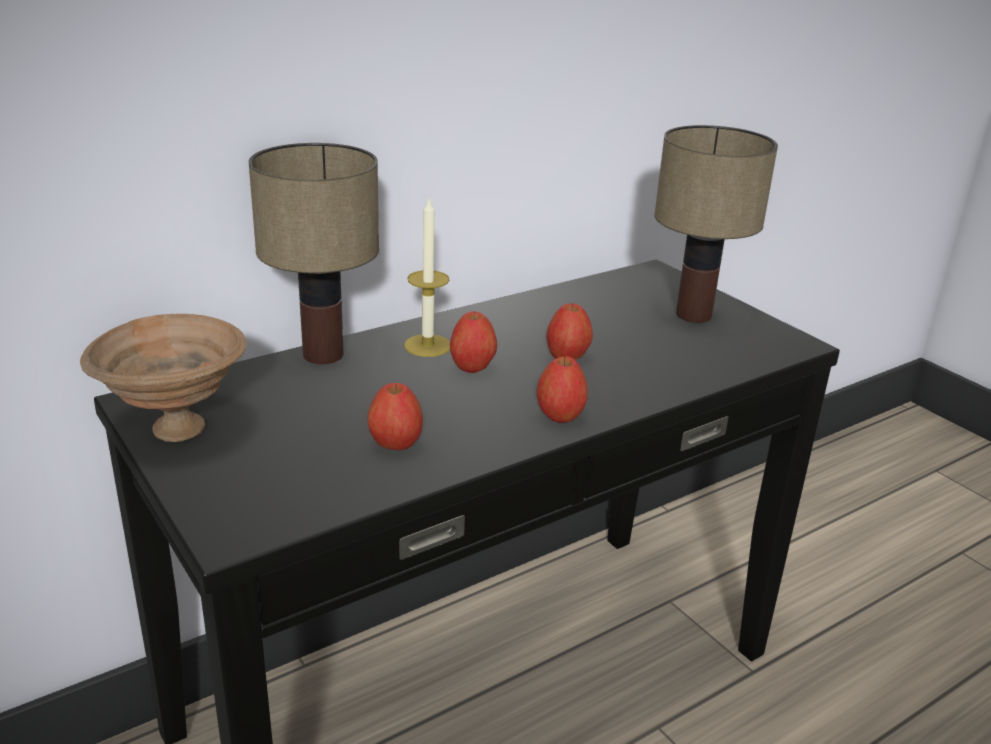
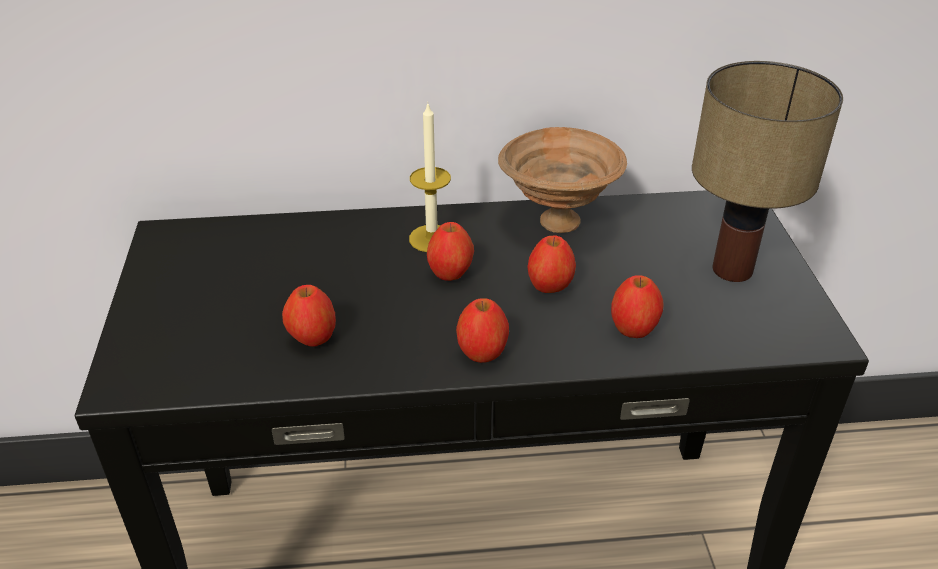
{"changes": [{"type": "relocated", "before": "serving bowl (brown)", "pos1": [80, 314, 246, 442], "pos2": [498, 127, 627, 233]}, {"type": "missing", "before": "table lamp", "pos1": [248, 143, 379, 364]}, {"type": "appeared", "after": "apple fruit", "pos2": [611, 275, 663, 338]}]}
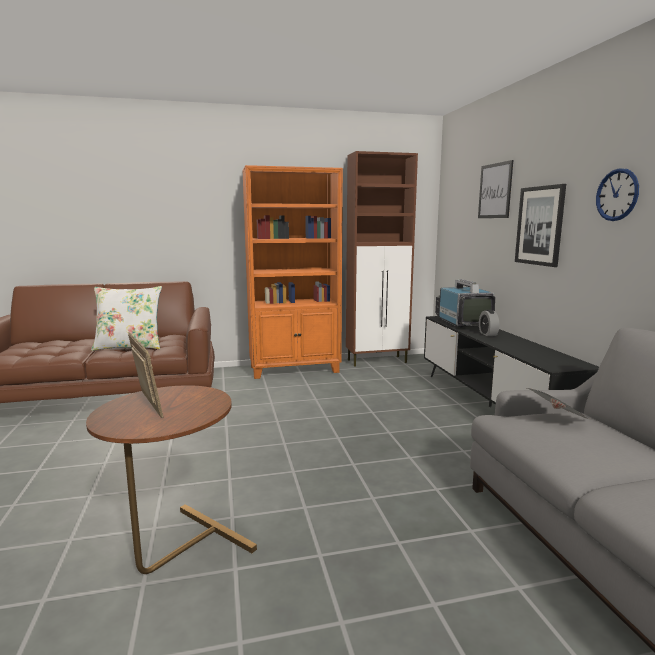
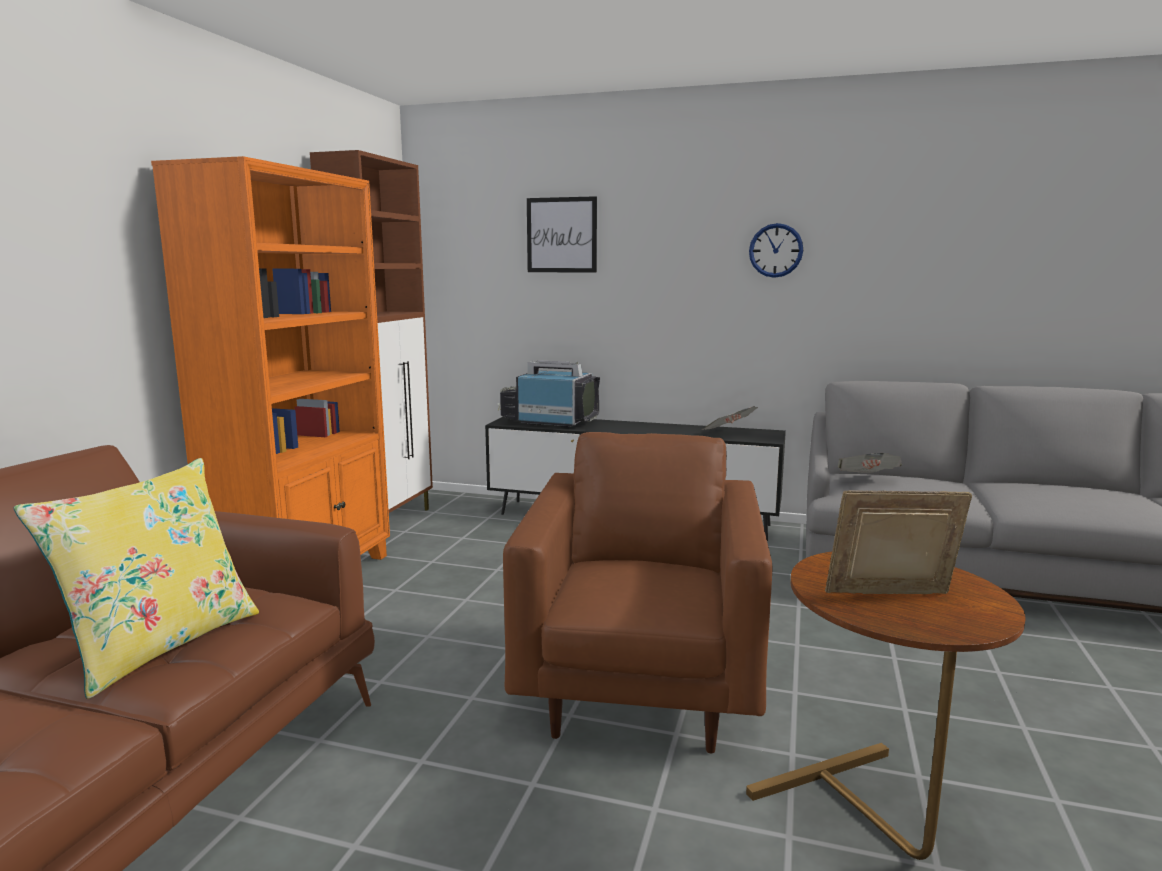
{"changes": [{"type": "colour", "before": "pillow (whitish)", "after": "pillow (yellow)", "pos1": [91, 286, 162, 351], "pos2": [14, 458, 259, 699]}, {"type": "missing", "before": "bedside clock", "pos1": [479, 310, 499, 336]}, {"type": "missing", "before": "wall art", "pos1": [515, 184, 566, 267]}, {"type": "appeared", "after": "lounge chair (brown)", "pos2": [503, 432, 772, 753]}, {"type": "appeared", "after": "printed paper", "pos2": [701, 406, 758, 430]}]}
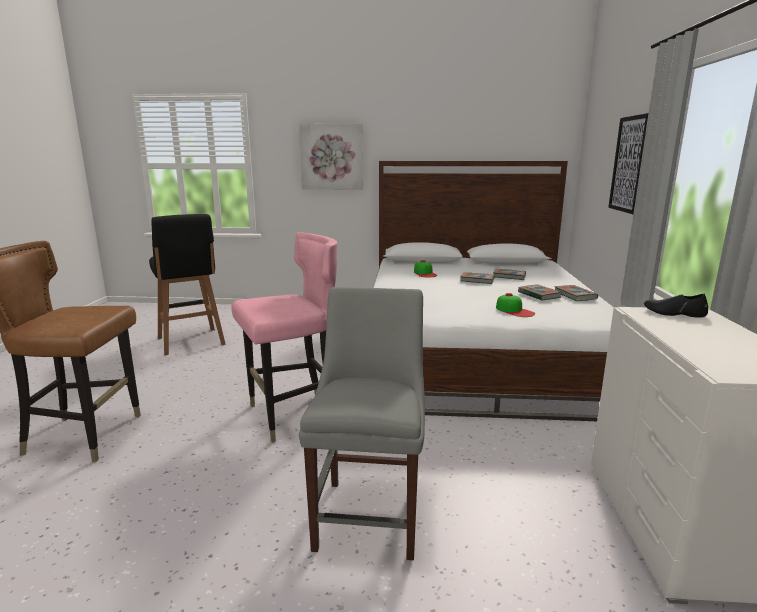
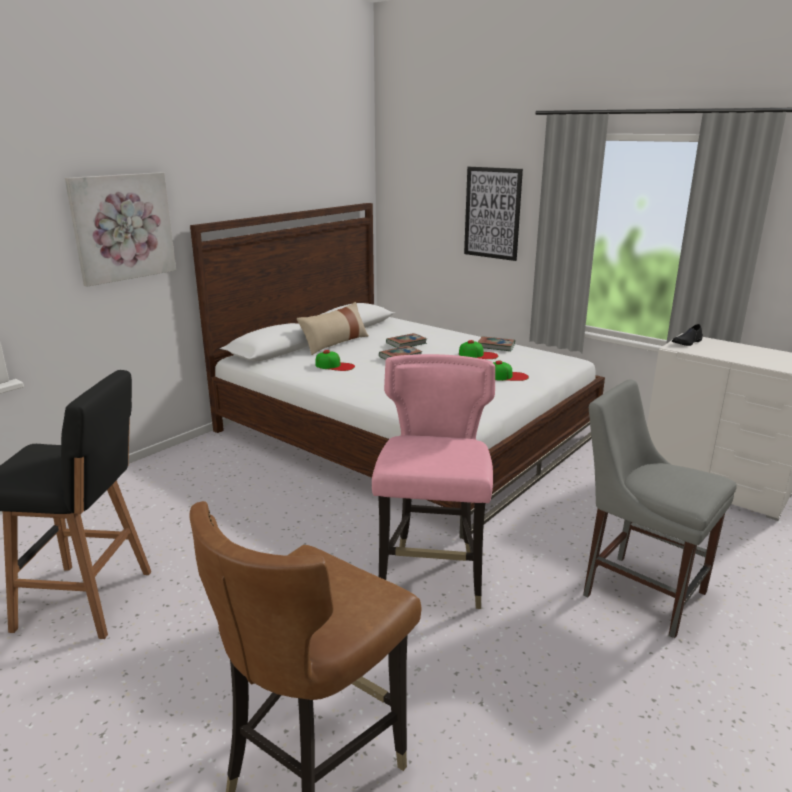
{"changes": [{"type": "exchanged", "before": "book", "after": "cap", "pos1": [518, 284, 562, 301], "pos2": [459, 340, 498, 359]}, {"type": "appeared", "after": "pillow (beige)", "pos2": [297, 302, 369, 355]}]}
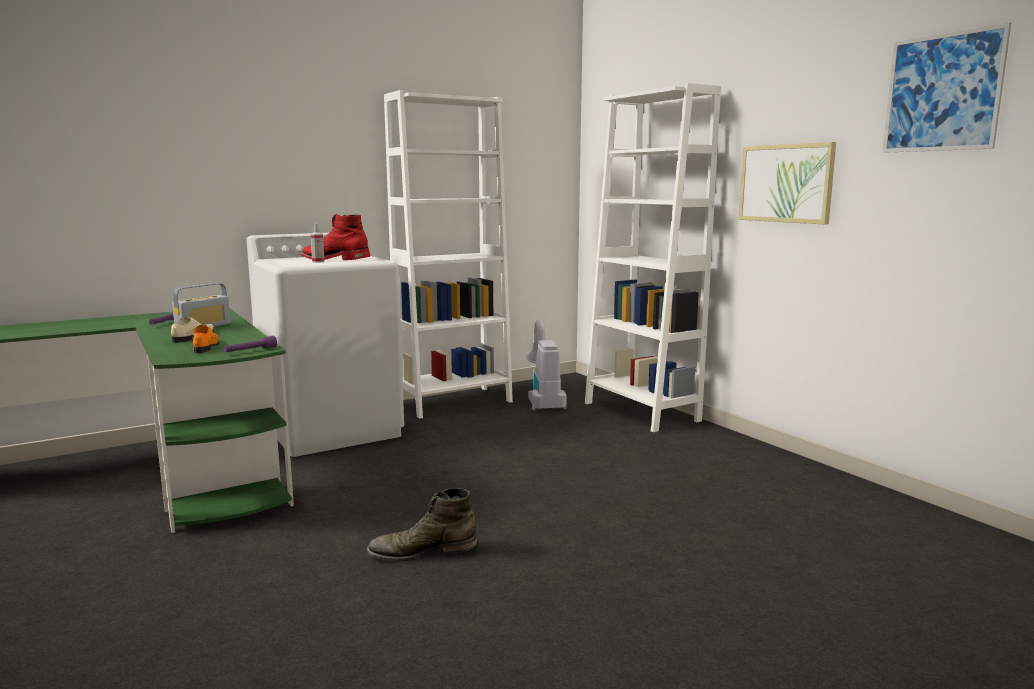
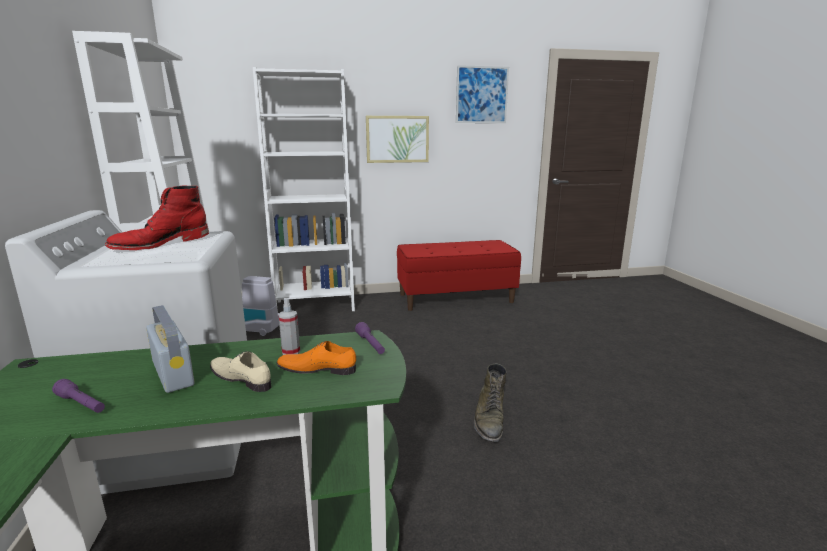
{"changes": [{"type": "relocated", "before": "hand sprayer", "pos1": [310, 223, 324, 263], "pos2": [278, 298, 300, 355]}, {"type": "appeared", "after": "bench (red)", "pos2": [397, 240, 521, 311]}]}
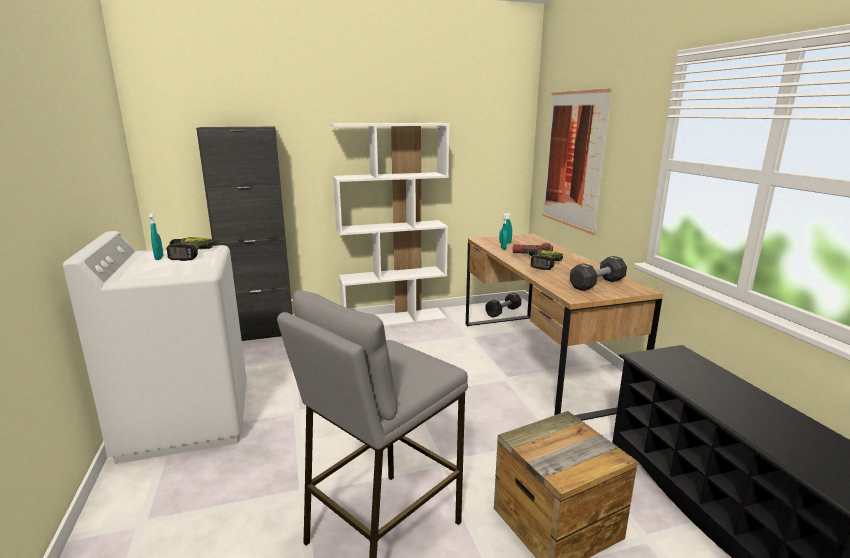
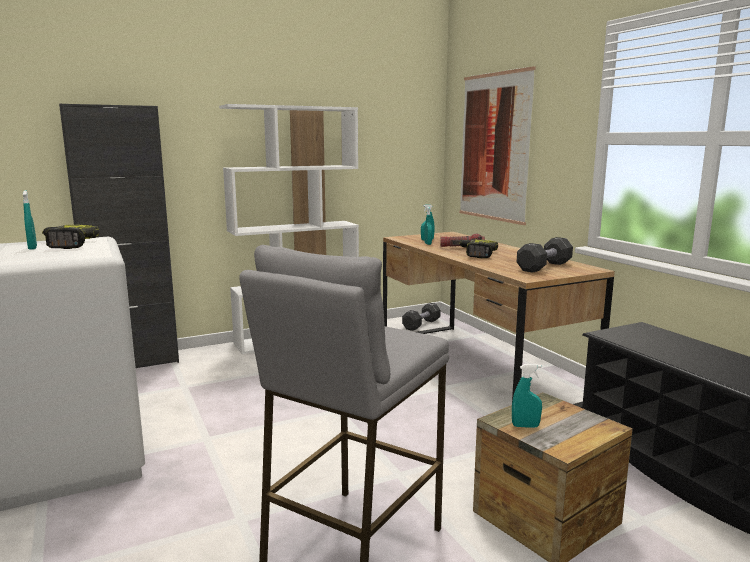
{"changes": [{"type": "appeared", "after": "hand sprayer (turquoise)", "pos2": [512, 364, 542, 428]}]}
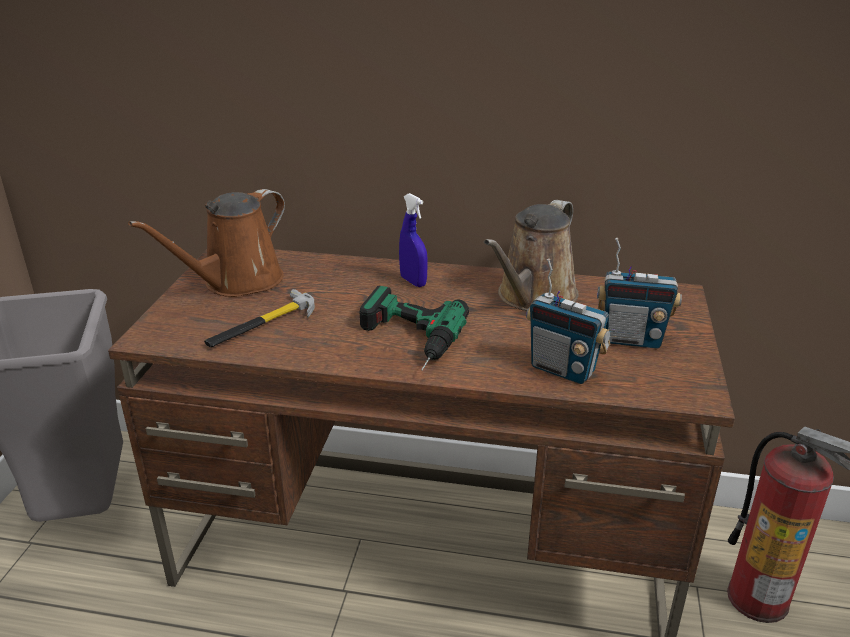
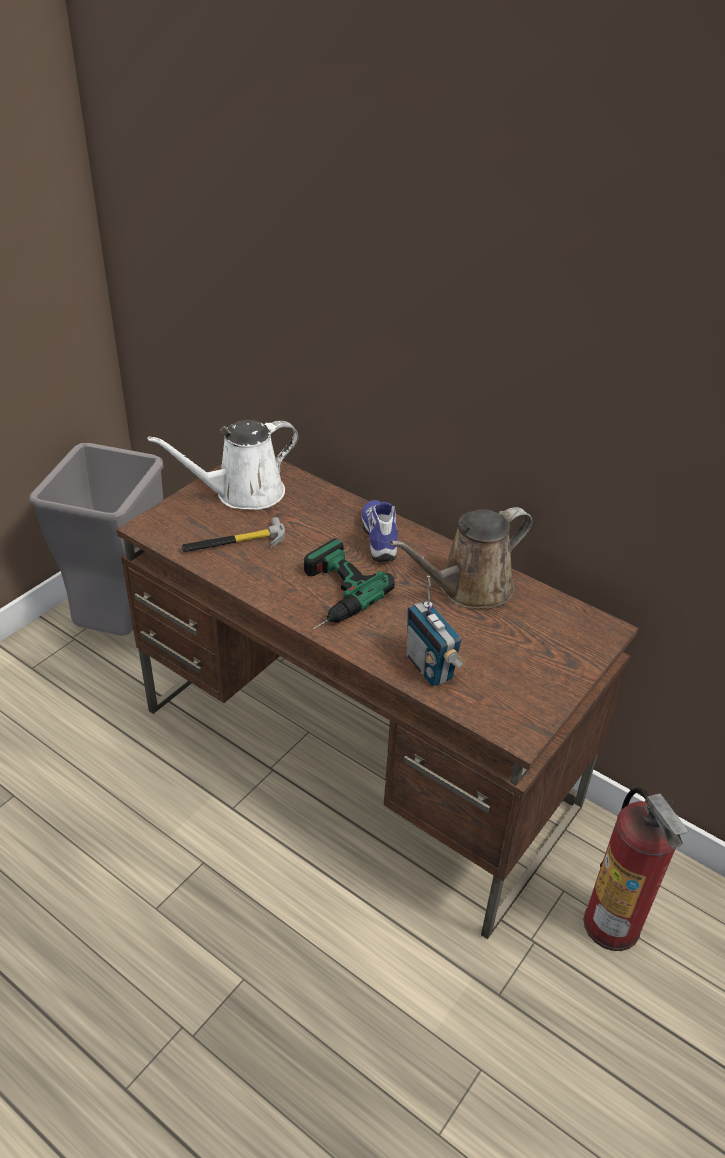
{"changes": [{"type": "colour", "before": "watering can (brown)", "after": "watering can (whitish)", "pos1": [128, 189, 285, 297], "pos2": [148, 420, 298, 510]}, {"type": "exchanged", "before": "hand sprayer (blue-coloured)", "after": "item of footwear", "pos1": [399, 193, 428, 287], "pos2": [361, 500, 398, 562]}, {"type": "missing", "before": "radio set", "pos1": [597, 238, 682, 349]}]}
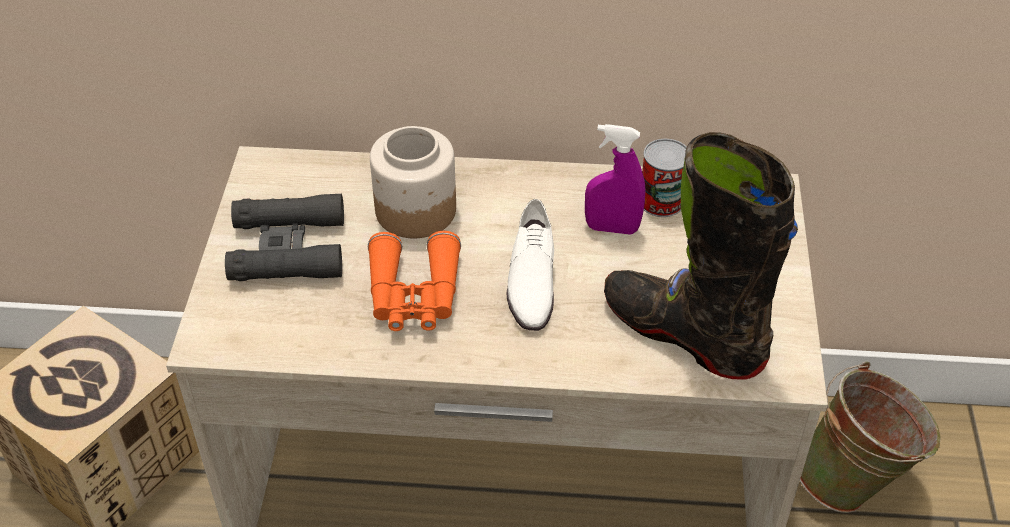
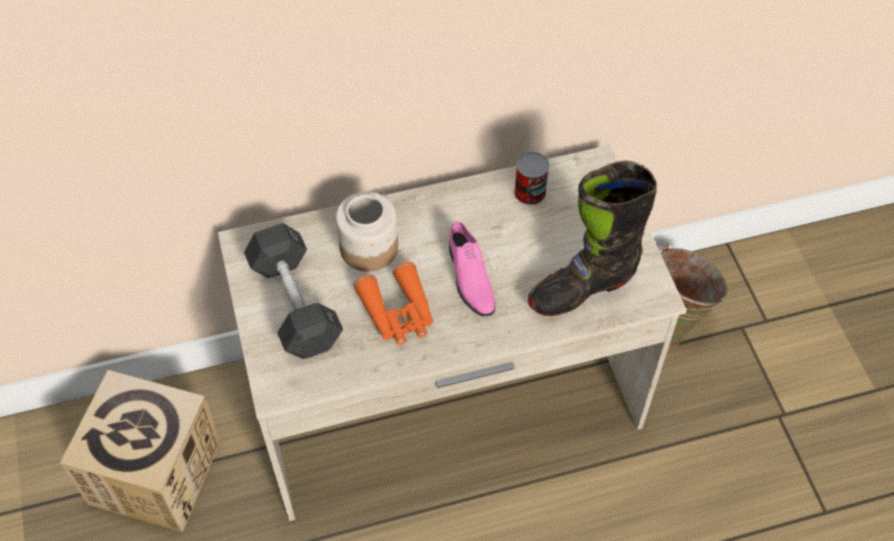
{"changes": [{"type": "exchanged", "before": "pair of binoculars (black-coloured)", "after": "hand weight (gray)", "pos1": [225, 194, 344, 281], "pos2": [244, 223, 343, 359]}, {"type": "colour", "before": "item of footwear (whitish)", "after": "item of footwear (pinkish)", "pos1": [507, 199, 554, 331], "pos2": [449, 221, 495, 316]}, {"type": "missing", "before": "hand sprayer (purple)", "pos1": [585, 124, 646, 235]}, {"type": "spun", "before": "boot (black-coloured)", "pos1": [604, 132, 798, 380], "pos2": [528, 160, 657, 316], "turn": -45}]}
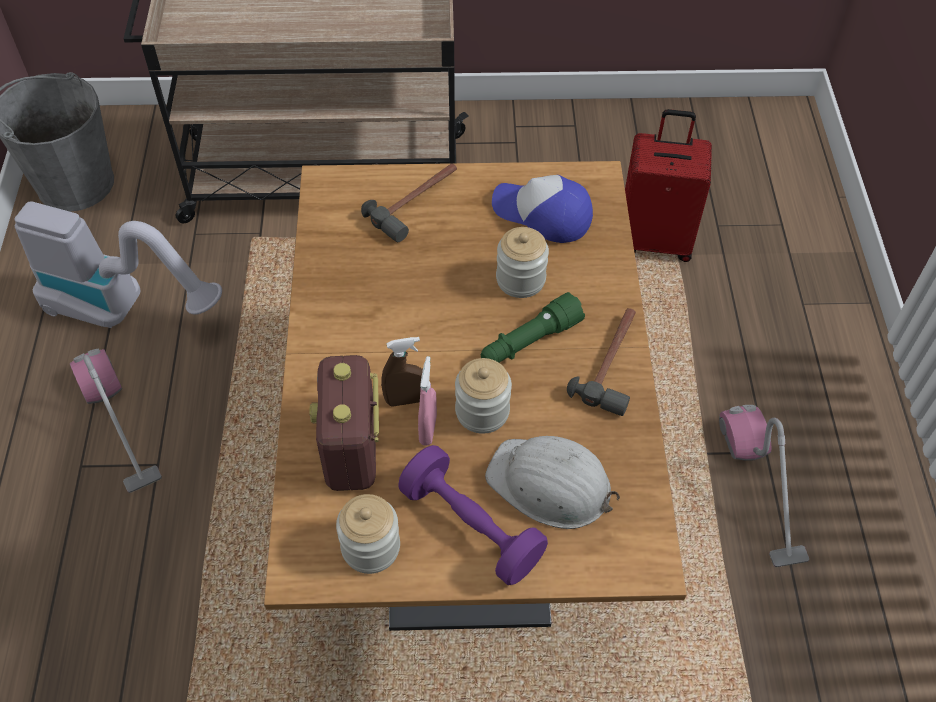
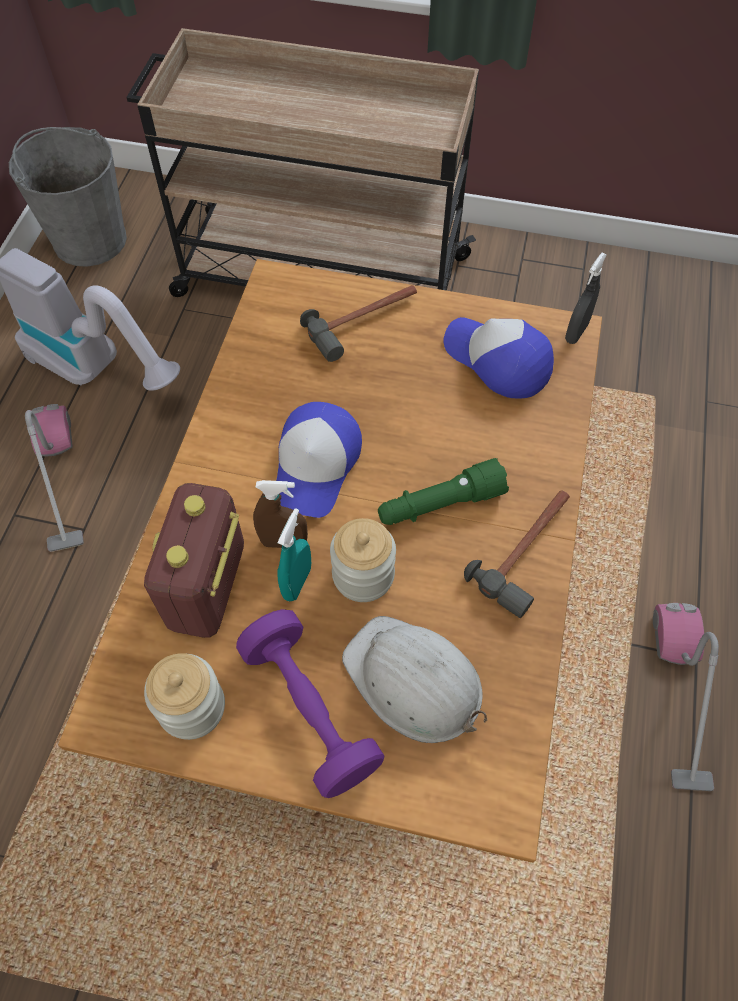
{"changes": [{"type": "colour", "before": "hand sprayer (pinkish)", "after": "hand sprayer (turquoise)", "pos1": [418, 356, 437, 446], "pos2": [277, 508, 311, 601]}, {"type": "missing", "before": "jar", "pos1": [496, 227, 549, 298]}, {"type": "missing", "before": "suitcase (red)", "pos1": [625, 109, 712, 262]}, {"type": "appeared", "after": "cap", "pos2": [276, 402, 362, 518]}, {"type": "appeared", "after": "hand sprayer (gray)", "pos2": [565, 253, 607, 344]}]}
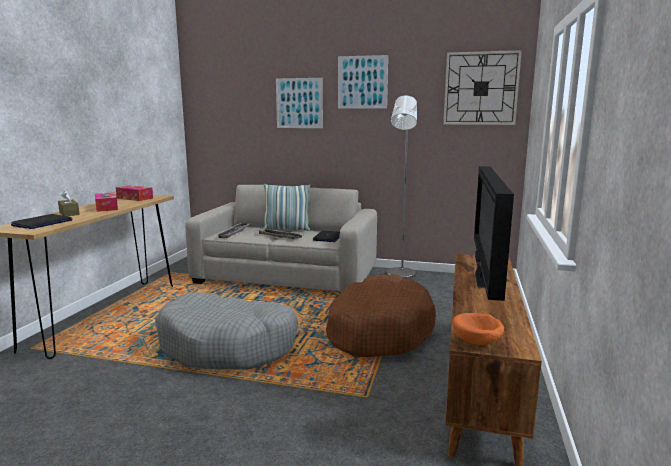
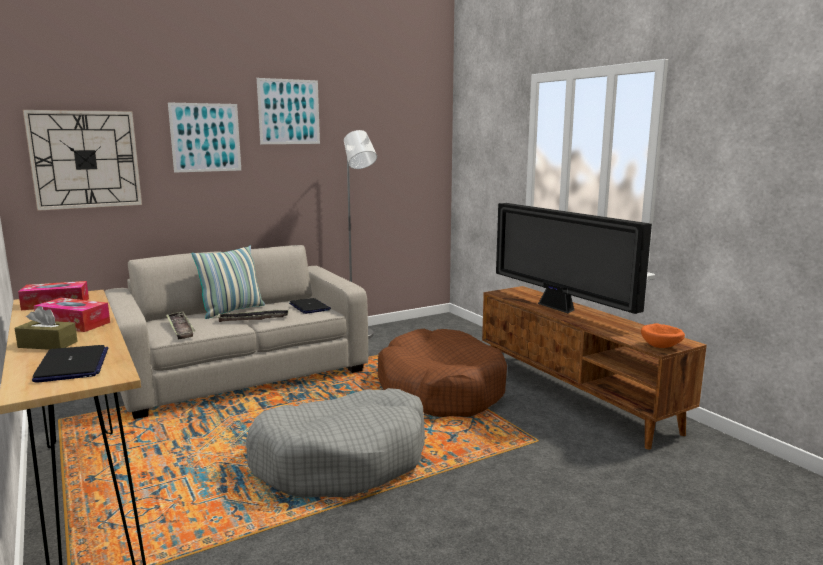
{"changes": [{"type": "relocated", "before": "hanging clock", "pos1": [443, 50, 522, 125], "pos2": [23, 110, 142, 211]}]}
